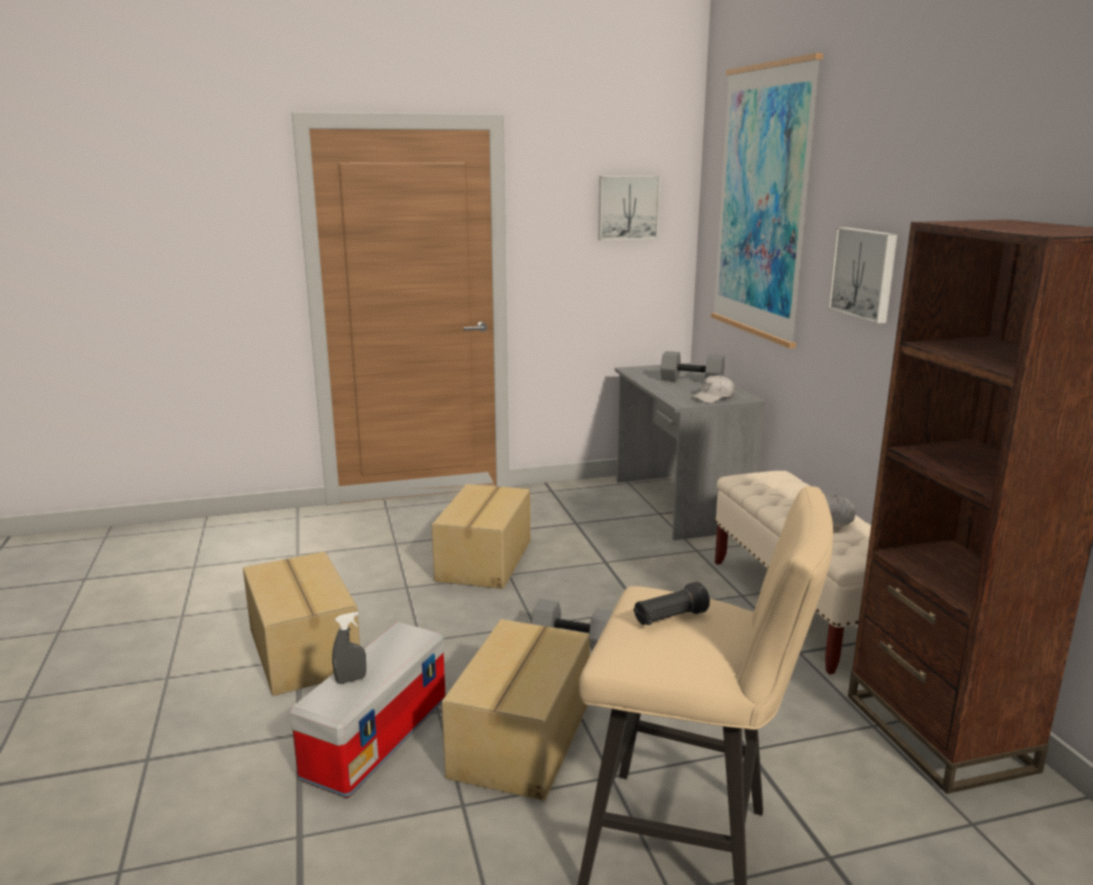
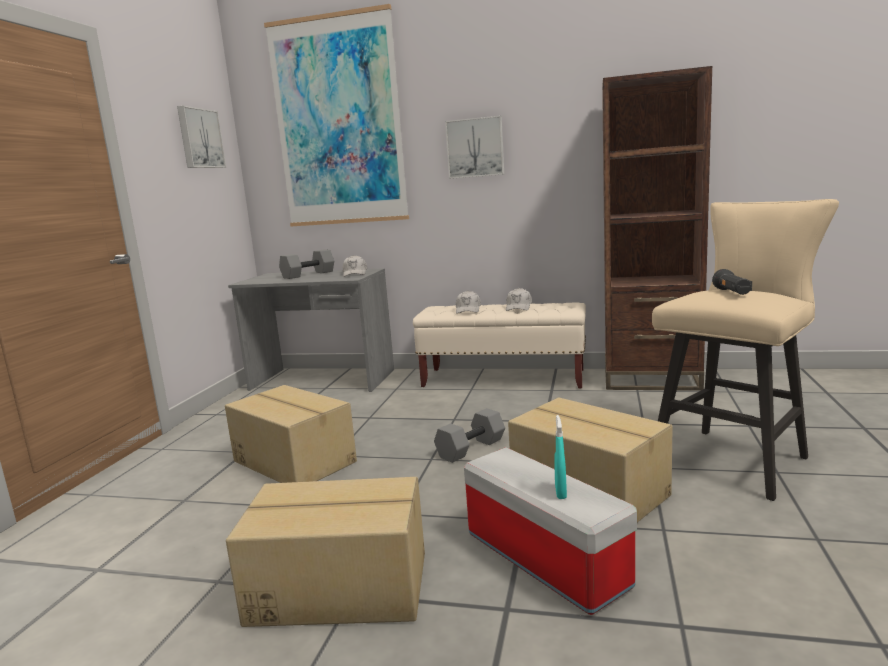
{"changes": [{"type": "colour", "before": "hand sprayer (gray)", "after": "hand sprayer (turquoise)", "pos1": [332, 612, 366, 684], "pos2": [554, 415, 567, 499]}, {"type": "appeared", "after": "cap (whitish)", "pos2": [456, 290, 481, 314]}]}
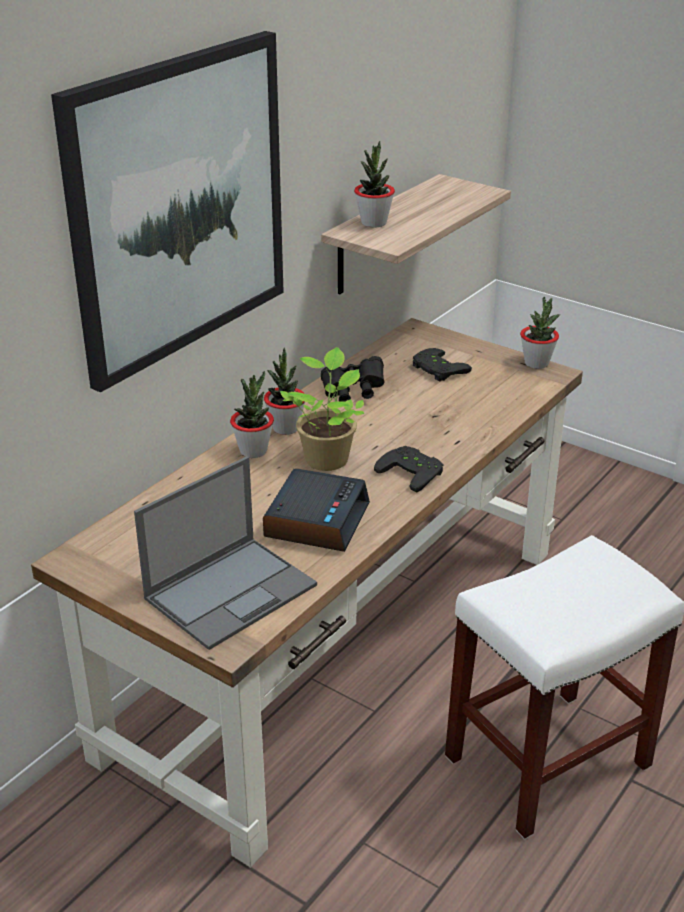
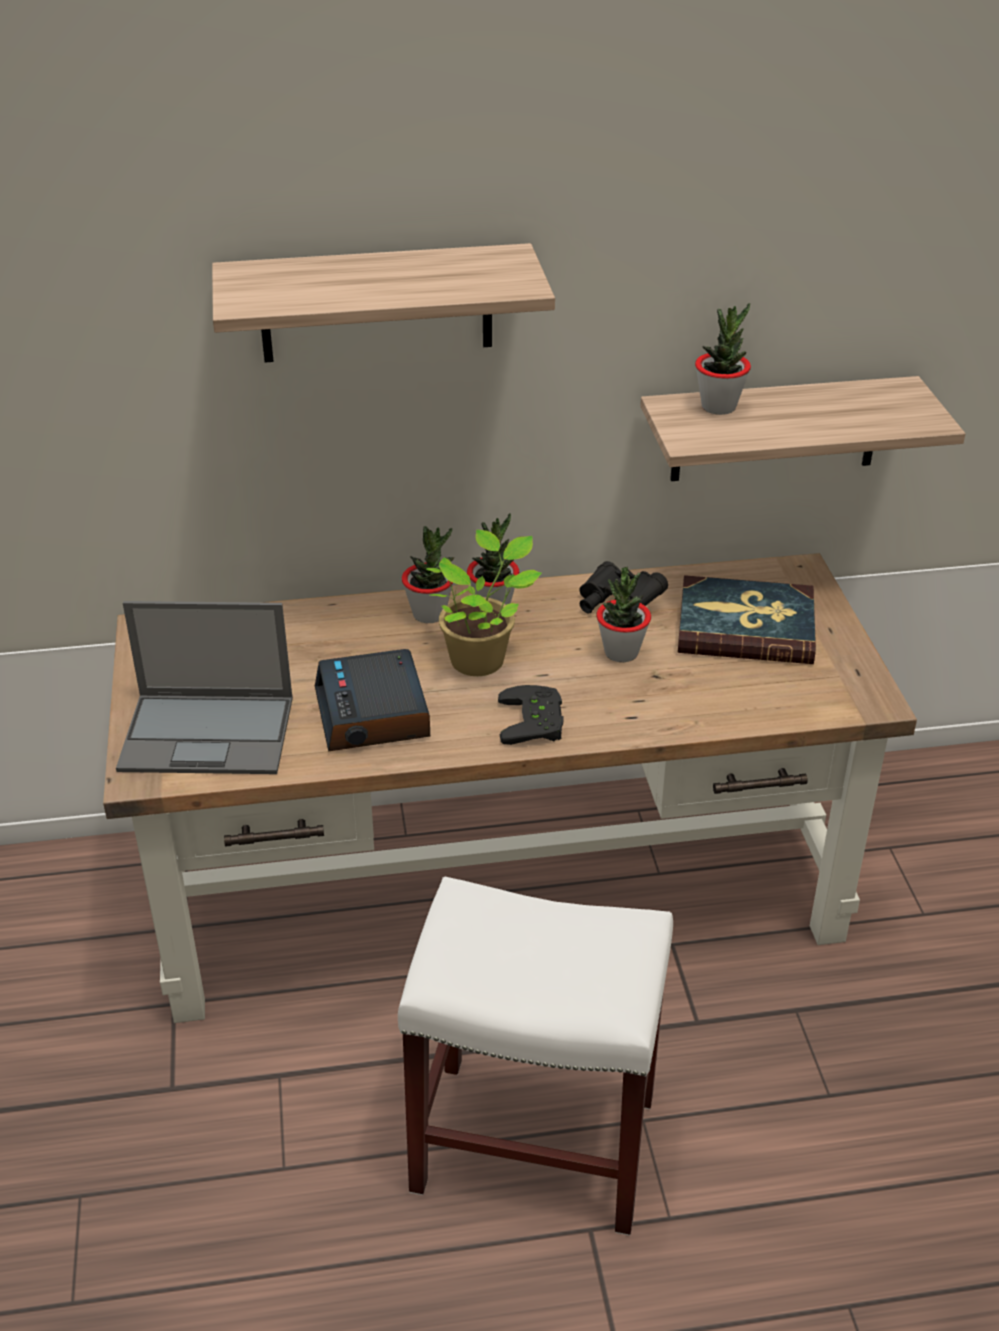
{"changes": [{"type": "exchanged", "before": "wall art", "after": "shelf", "pos1": [51, 31, 284, 392], "pos2": [212, 243, 555, 362]}, {"type": "spun", "before": "bedside clock", "pos1": [263, 469, 370, 552], "pos2": [315, 649, 430, 752], "turn": 105}, {"type": "exchanged", "before": "joypad (black-coloured)", "after": "book", "pos1": [413, 348, 472, 382], "pos2": [677, 575, 816, 664]}, {"type": "relocated", "before": "plant in a pot", "pos1": [520, 297, 560, 369], "pos2": [596, 567, 651, 662]}]}
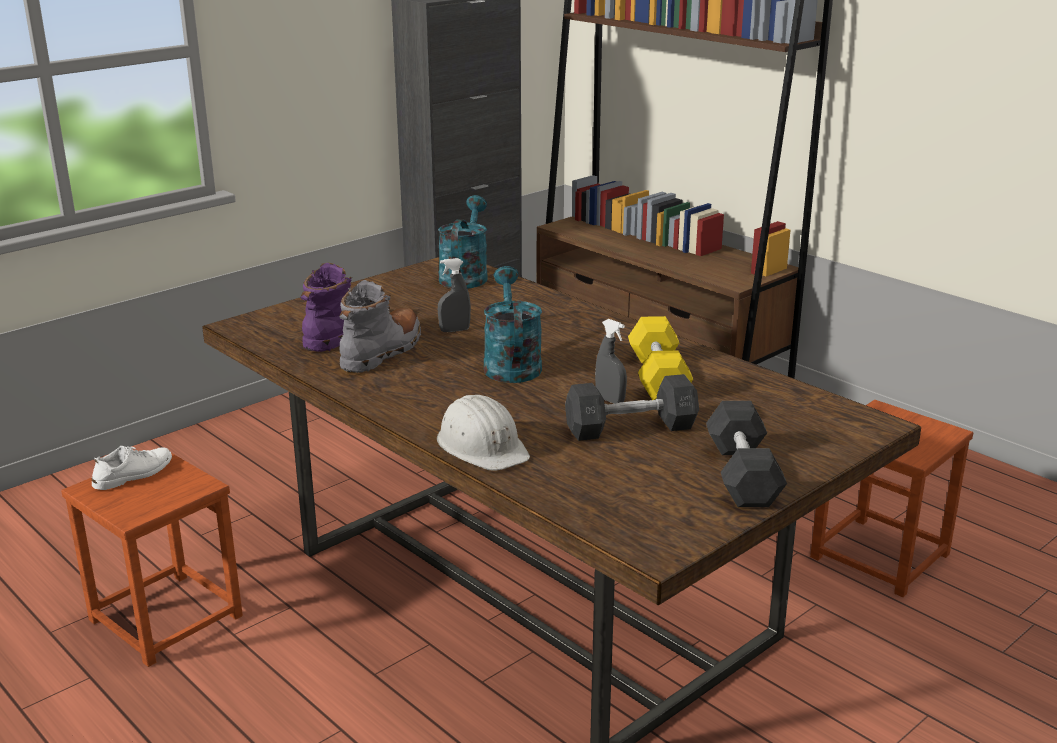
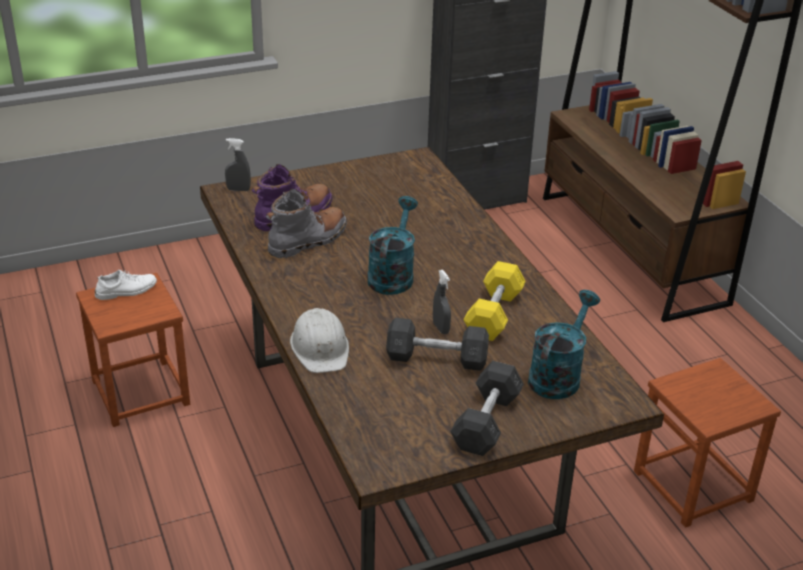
{"changes": [{"type": "relocated", "before": "watering can (turquoise)", "pos1": [438, 195, 488, 289], "pos2": [528, 290, 600, 399]}, {"type": "relocated", "before": "hand sprayer (gray)", "pos1": [438, 258, 471, 332], "pos2": [225, 138, 251, 191]}]}
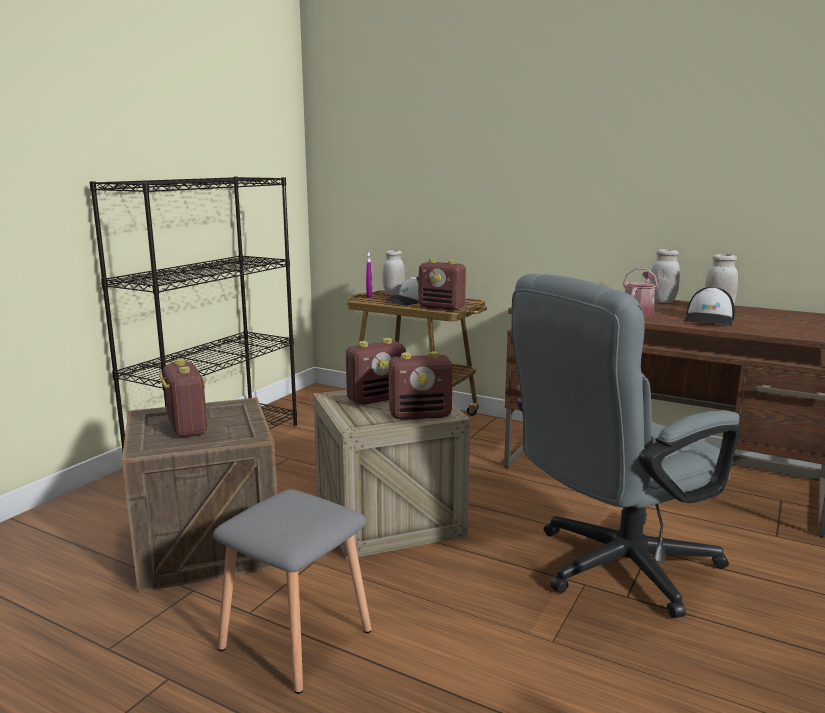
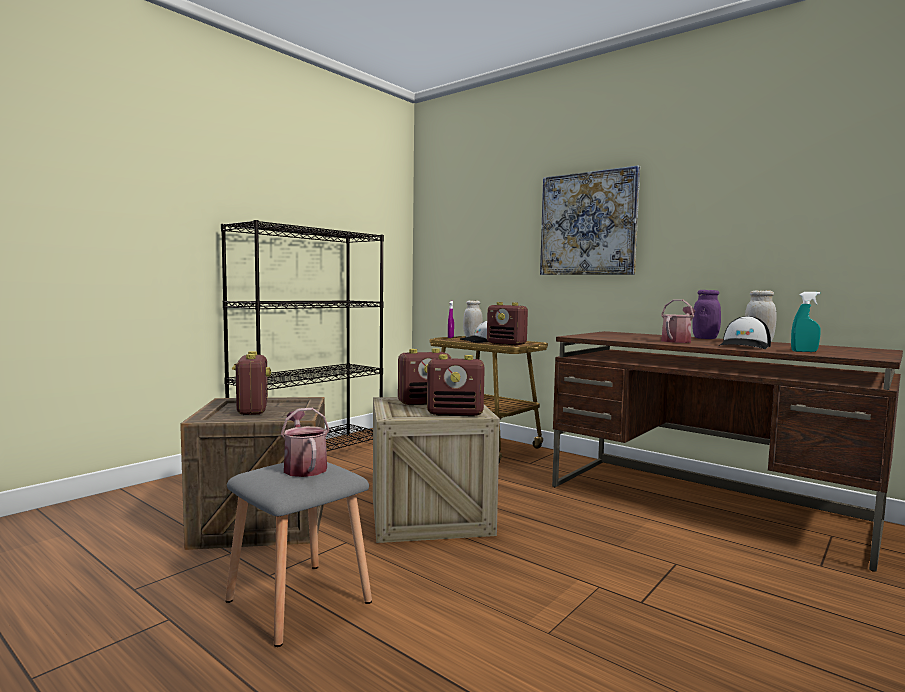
{"changes": [{"type": "missing", "before": "desk chair (gray)", "pos1": [511, 274, 740, 618]}, {"type": "colour", "before": "jar (whitish)", "after": "jar (purple)", "pos1": [650, 249, 680, 303], "pos2": [692, 290, 721, 339]}, {"type": "appeared", "after": "watering can", "pos2": [281, 408, 330, 477]}, {"type": "appeared", "after": "wall art", "pos2": [540, 165, 640, 275]}, {"type": "appeared", "after": "hand sprayer (turquoise)", "pos2": [791, 292, 821, 352]}]}
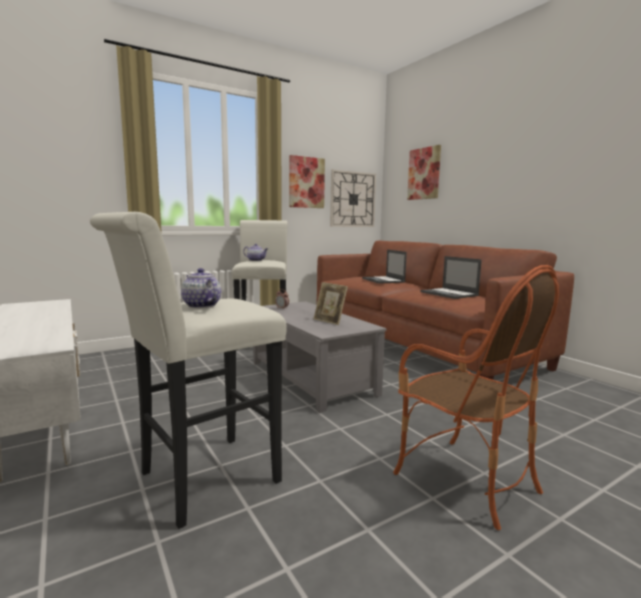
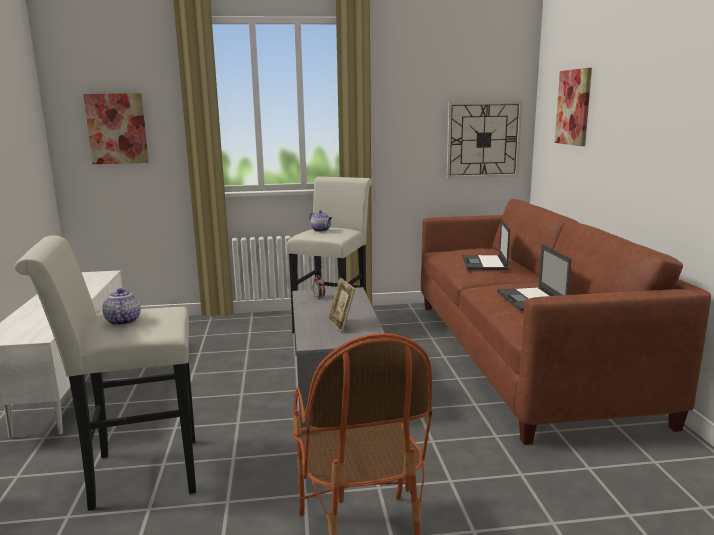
{"changes": [{"type": "relocated", "before": "wall art", "pos1": [289, 155, 325, 208], "pos2": [83, 93, 149, 164]}]}
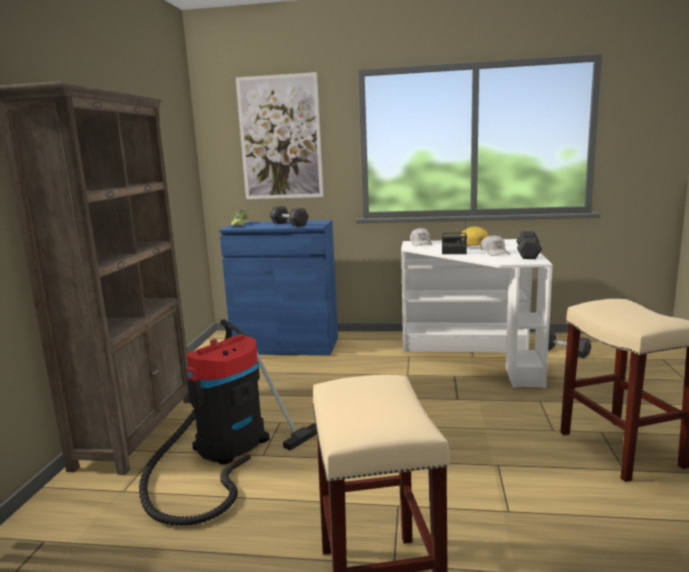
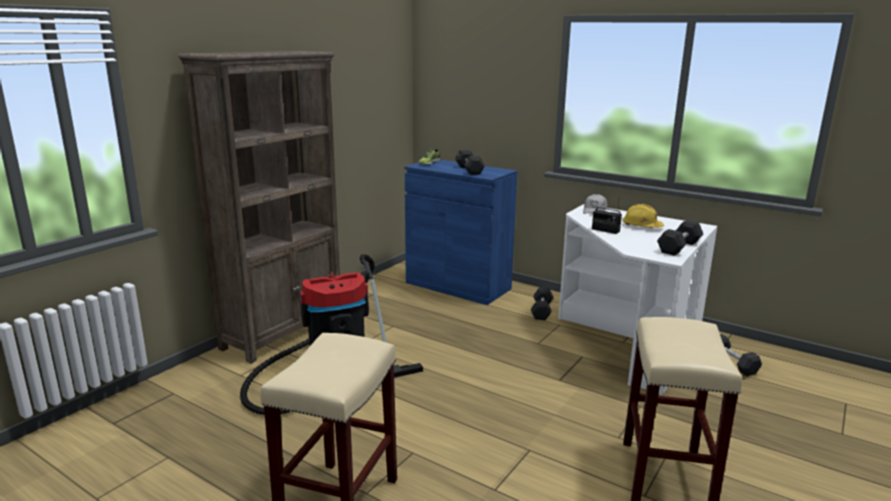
{"changes": [{"type": "missing", "before": "wall art", "pos1": [236, 72, 324, 199]}, {"type": "missing", "before": "cap (whitish)", "pos1": [481, 235, 510, 256]}, {"type": "appeared", "after": "hand weight (black-coloured)", "pos2": [531, 287, 553, 320]}]}
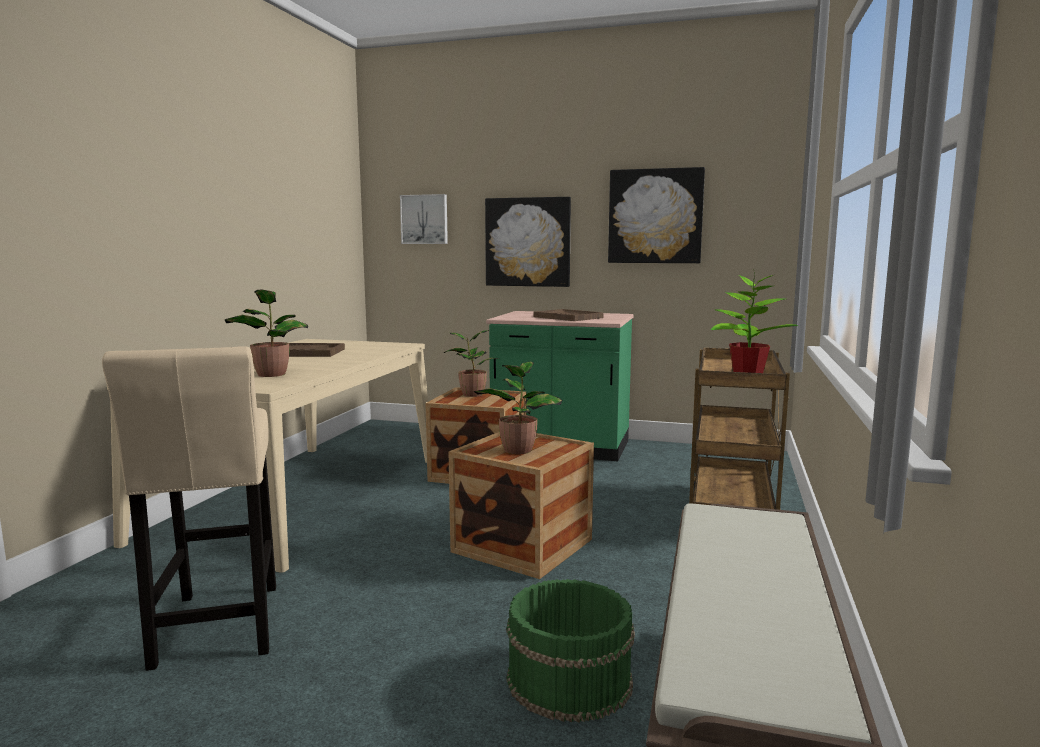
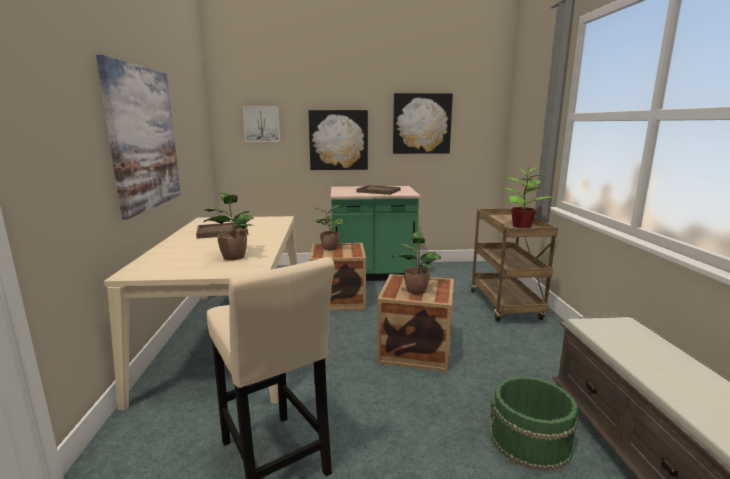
{"changes": [{"type": "appeared", "after": "wall art", "pos2": [96, 55, 181, 220]}]}
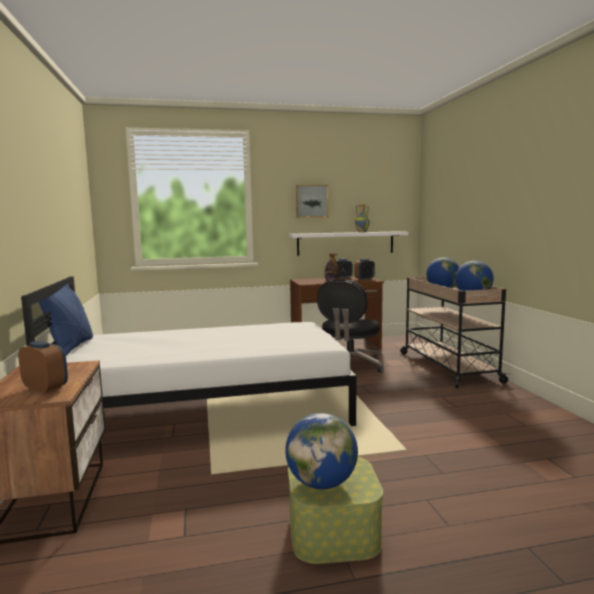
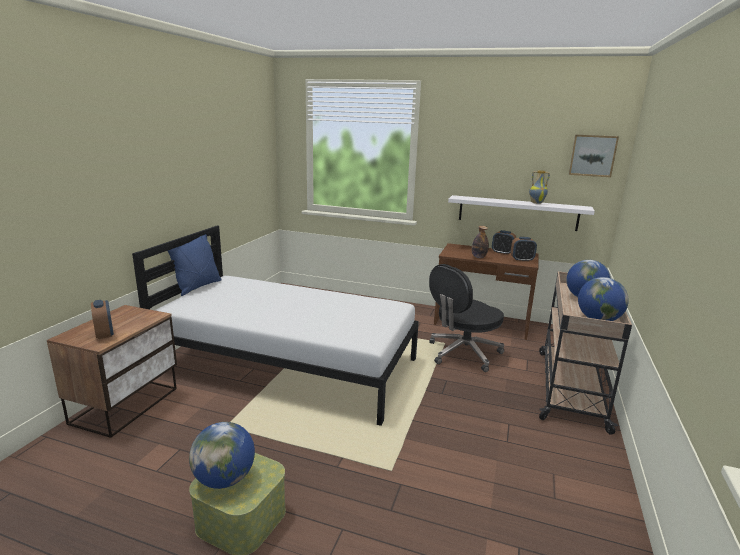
{"changes": [{"type": "relocated", "before": "wall art", "pos1": [296, 185, 329, 218], "pos2": [569, 135, 619, 177]}]}
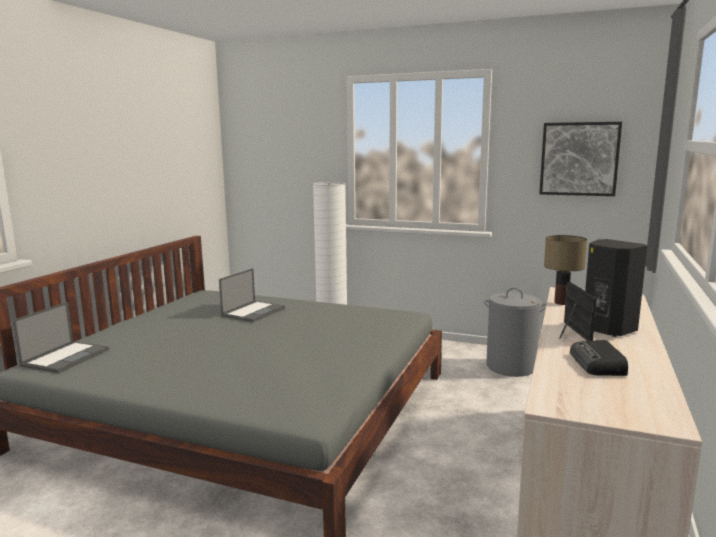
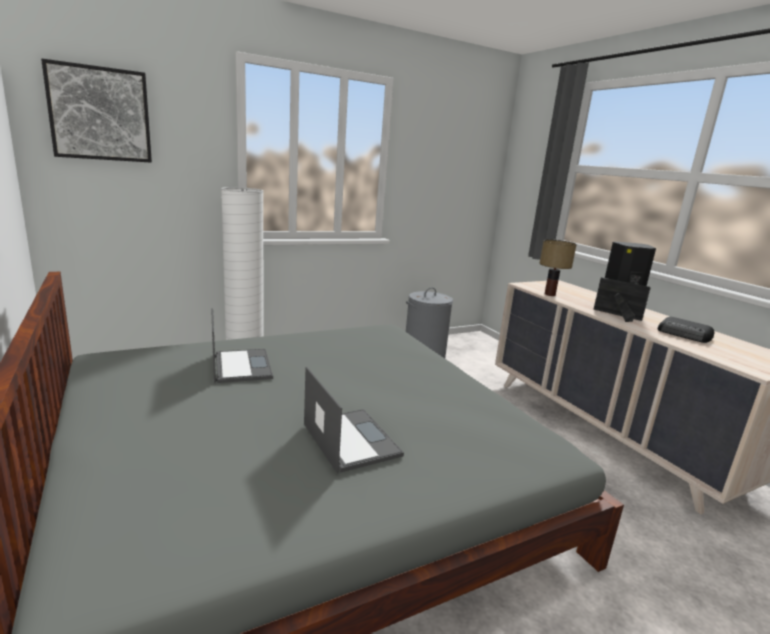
{"changes": [{"type": "relocated", "before": "portable computer", "pos1": [12, 302, 109, 373], "pos2": [304, 367, 404, 473]}, {"type": "relocated", "before": "wall art", "pos1": [539, 122, 622, 196], "pos2": [41, 58, 152, 163]}]}
